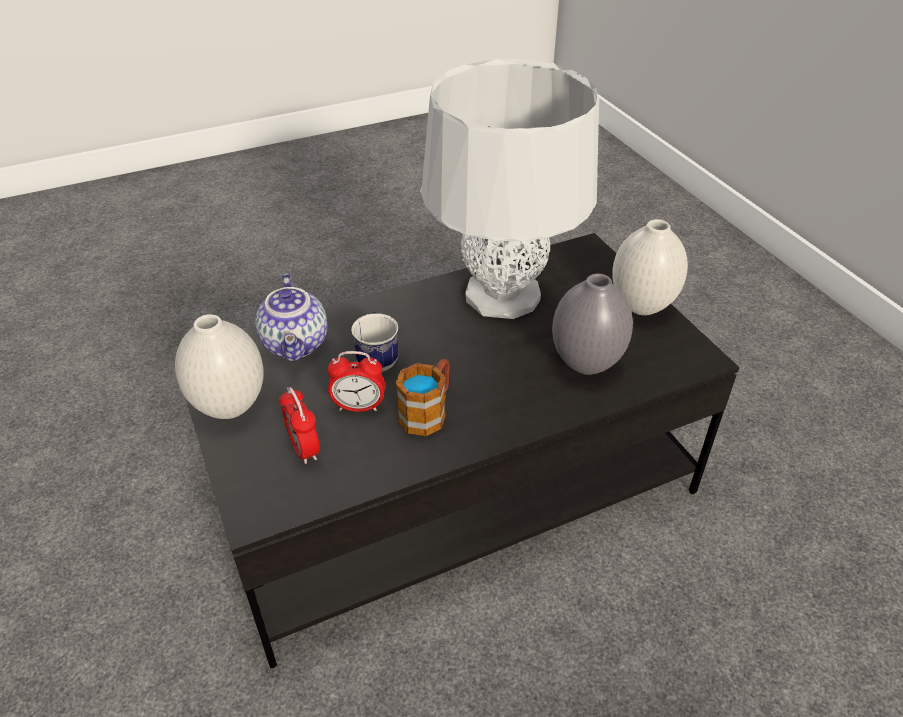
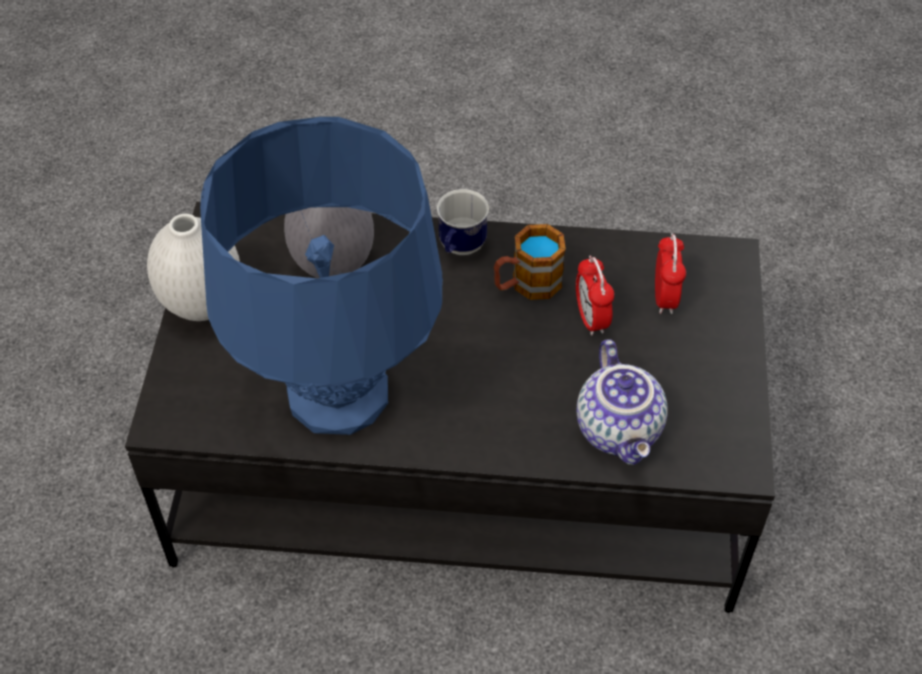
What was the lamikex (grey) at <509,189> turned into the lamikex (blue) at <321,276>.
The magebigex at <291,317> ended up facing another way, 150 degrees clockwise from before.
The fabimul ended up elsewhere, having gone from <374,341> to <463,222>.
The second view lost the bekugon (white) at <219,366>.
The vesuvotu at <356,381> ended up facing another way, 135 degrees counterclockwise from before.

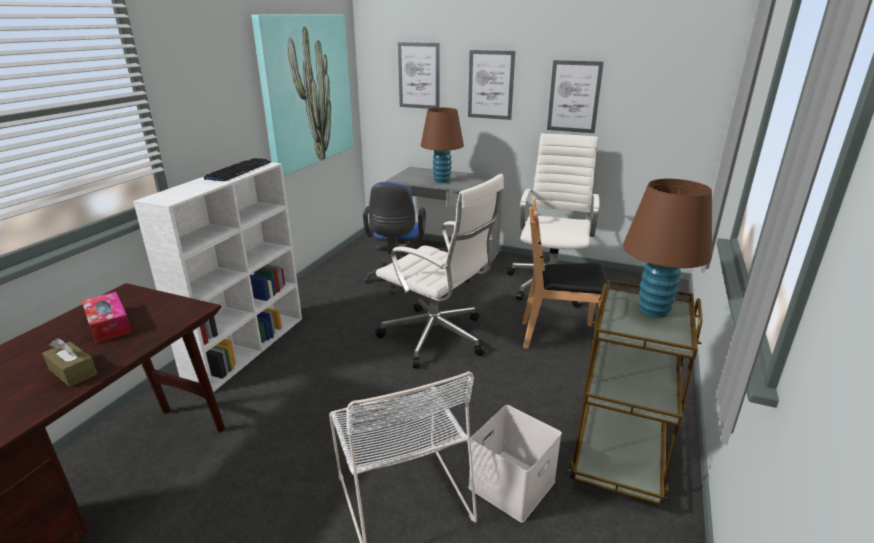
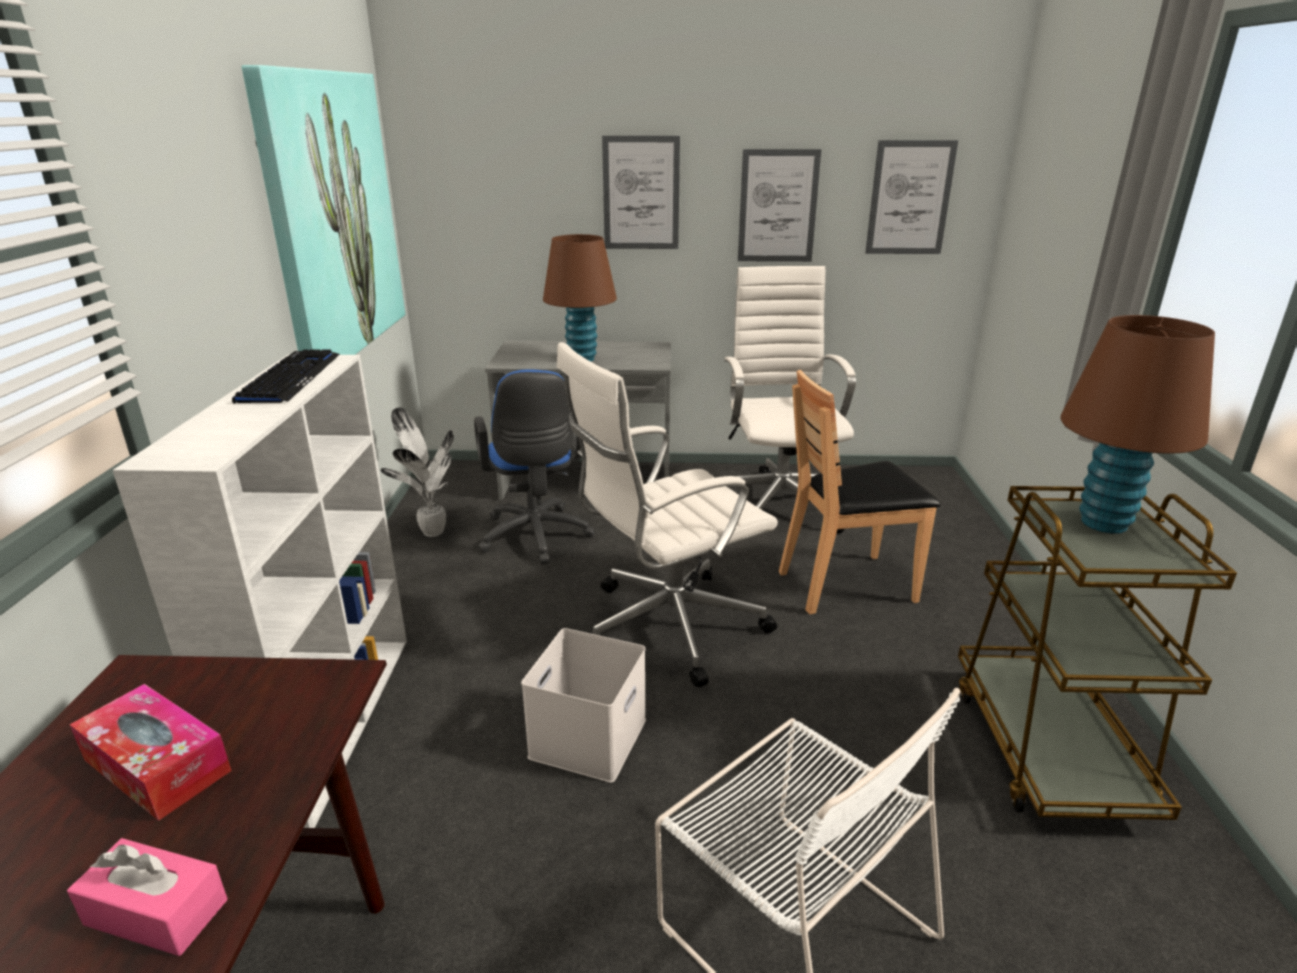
The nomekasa ended up elsewhere, having gone from <419,75> to <911,197>.
The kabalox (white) at <439,271> ended up facing another way, 135 degrees clockwise from before.
What was the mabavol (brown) at <69,362> turned into the mabavol (pink) at <147,897>.
The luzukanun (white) ended up elsewhere, having gone from <515,464> to <583,705>.
The second view gained the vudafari at <417,472>.

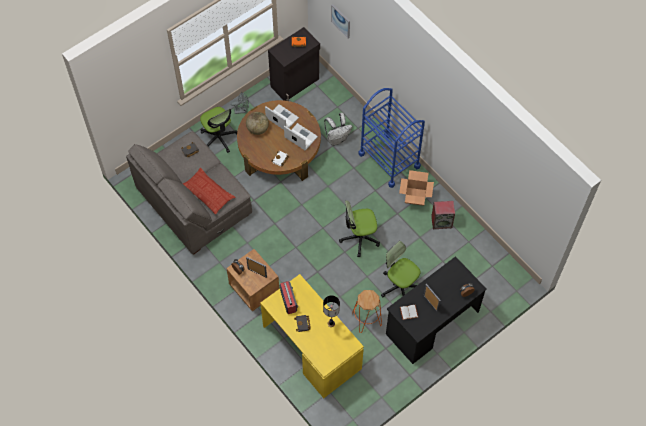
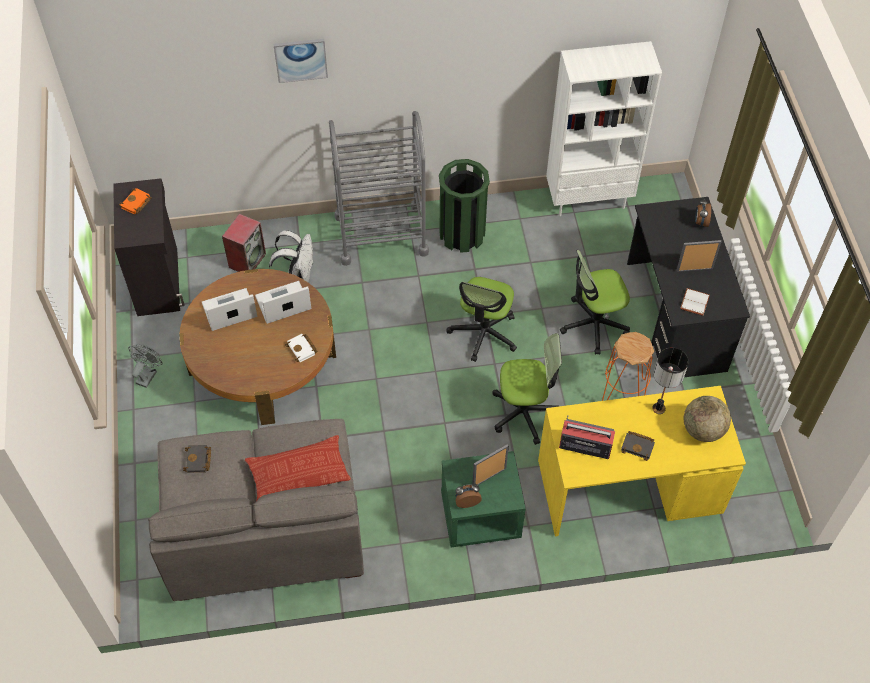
The nomekasa ended up elsewhere, having gone from <340,21> to <300,61>.
What was the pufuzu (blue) at <391,138> turned into the pufuzu (grey) at <379,188>.
The kabalox ended up elsewhere, having gone from <218,130> to <527,389>.
The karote ended up elsewhere, having gone from <257,123> to <707,419>.
Where the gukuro stood at <416,188>, the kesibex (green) came to stand at <464,206>.
The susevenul ended up elsewhere, having gone from <443,215> to <244,243>.
What was the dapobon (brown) at <252,280> turned into the dapobon (green) at <483,499>.
The second view gained the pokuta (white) at <604,128>.

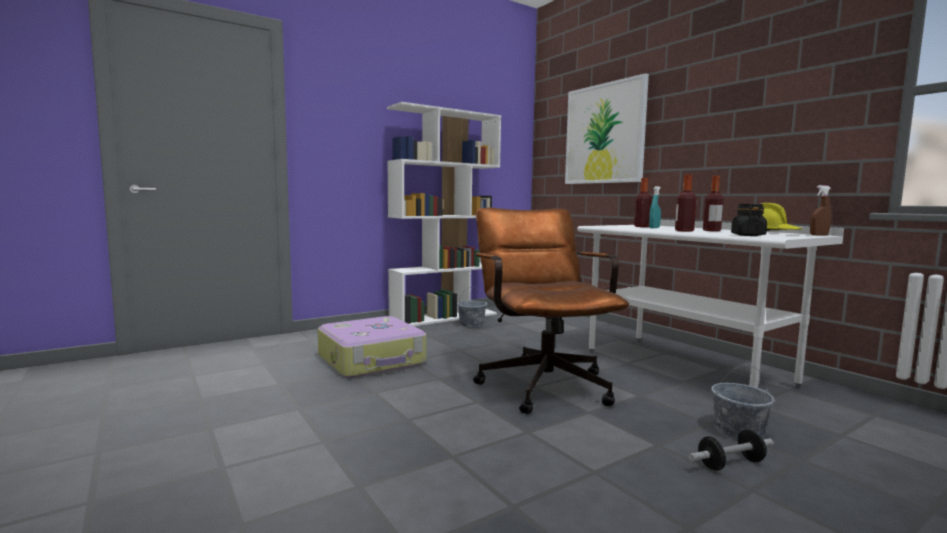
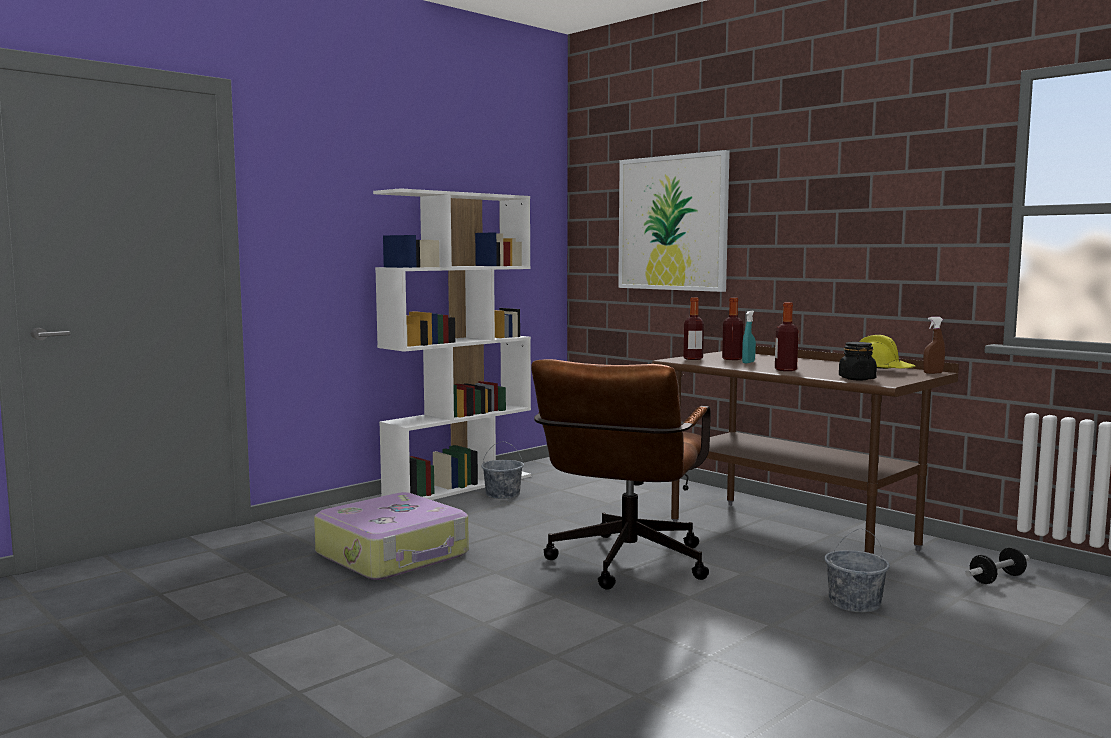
The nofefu ended up elsewhere, having gone from <713,203> to <694,328>.
The kabalox (brown) at <551,311> ended up facing another way, 135 degrees counterclockwise from before.
What was the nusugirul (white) at <710,304> turned into the nusugirul (brown) at <805,450>.
The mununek ended up elsewhere, having gone from <731,450> to <997,565>.

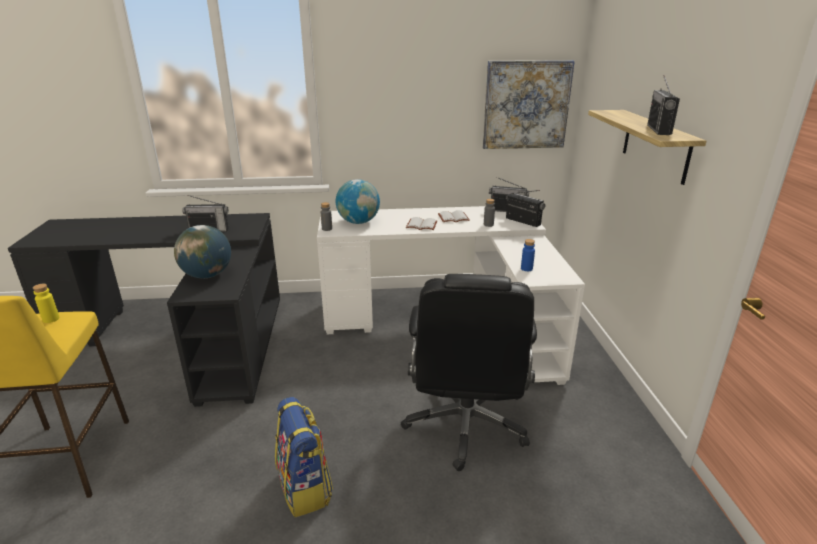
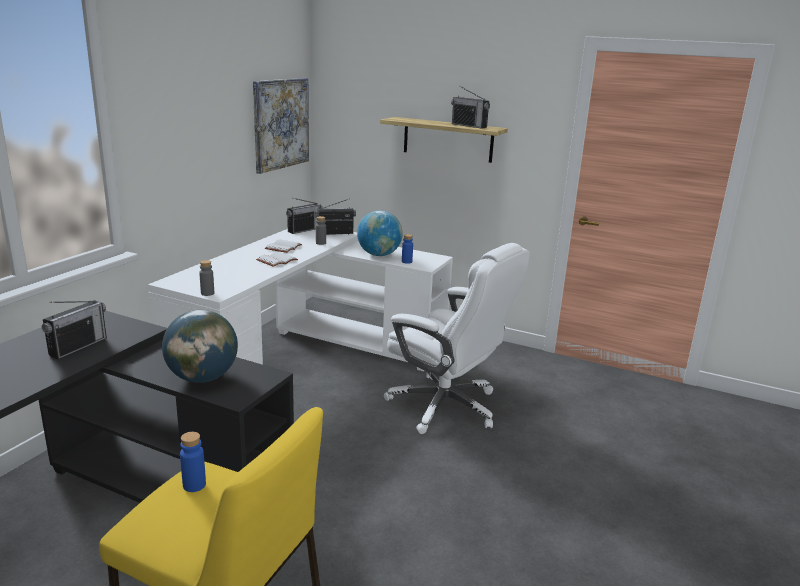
The karote ended up elsewhere, having gone from <358,201> to <380,233>.
What was the kabalox (black) at <469,372> turned into the kabalox (white) at <457,338>.
What was the nofefu (yellow) at <46,303> turned into the nofefu (blue) at <193,462>.
The second view lost the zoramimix at <304,457>.

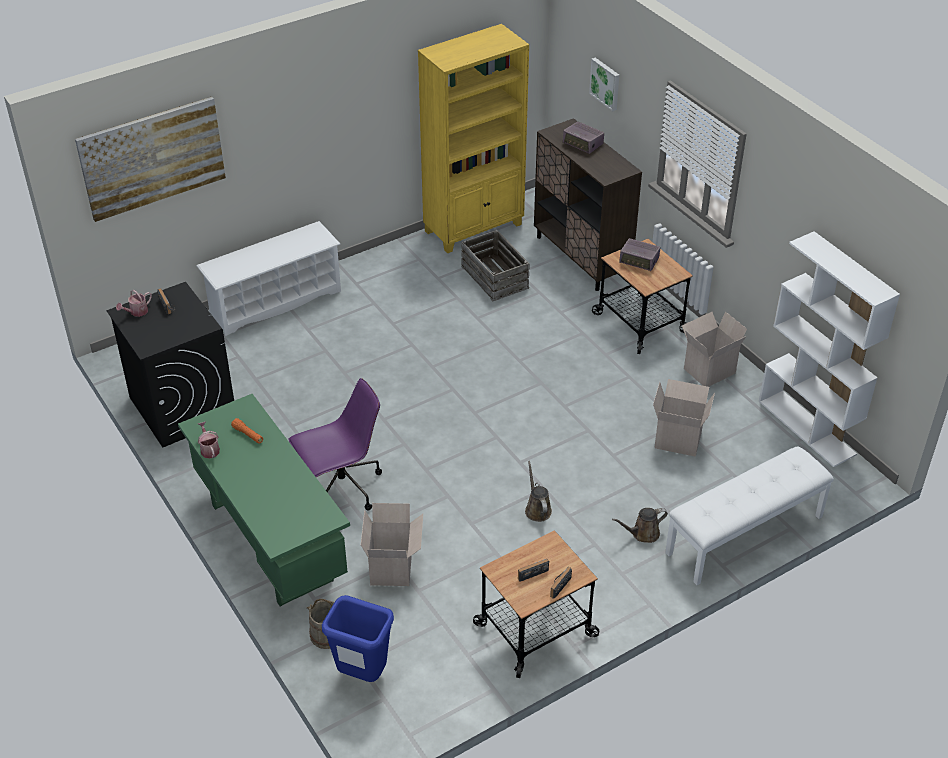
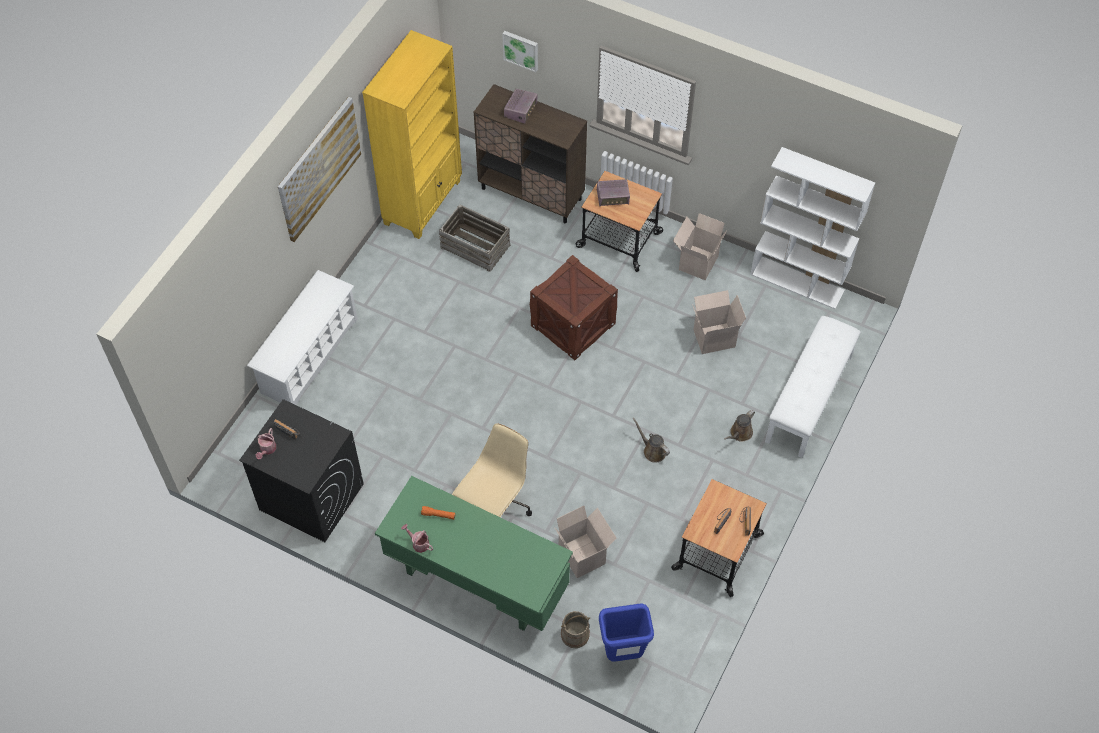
The nomekasa ended up elsewhere, having gone from <150,159> to <319,169>.
The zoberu at <583,138> ended up facing another way, 75 degrees counterclockwise from before.
What was the kabalox (purple) at <335,444> turned into the kabalox (beige) at <492,470>.
The second view gained the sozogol at <574,307>.

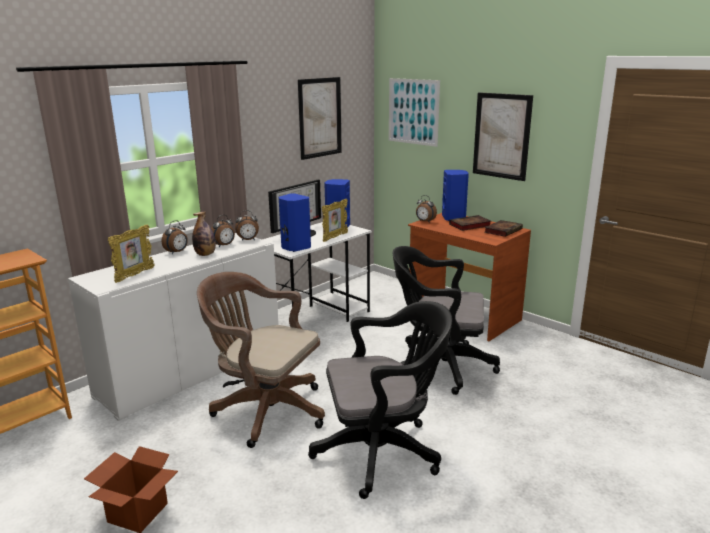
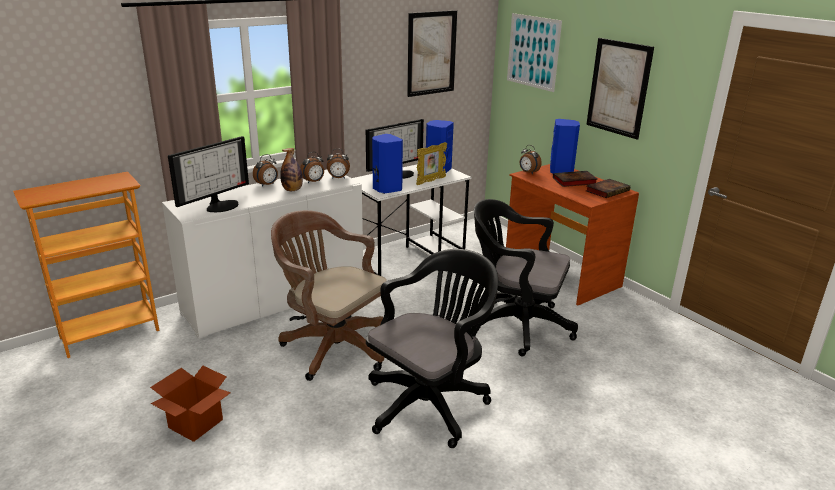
Where the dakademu stood at <131,253>, the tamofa came to stand at <208,174>.
The kabalox (black) at <380,400> ended up facing another way, 45 degrees counterclockwise from before.

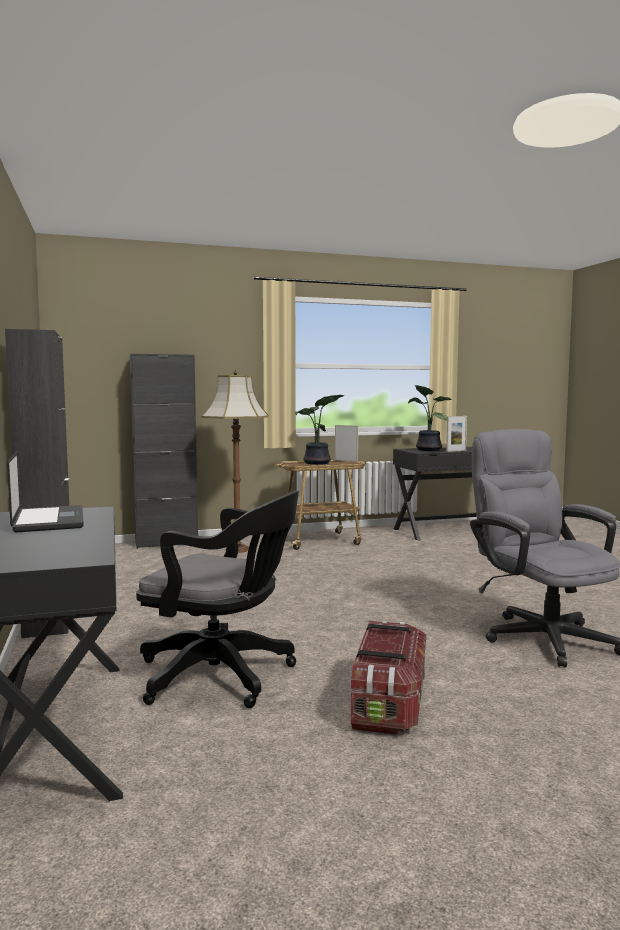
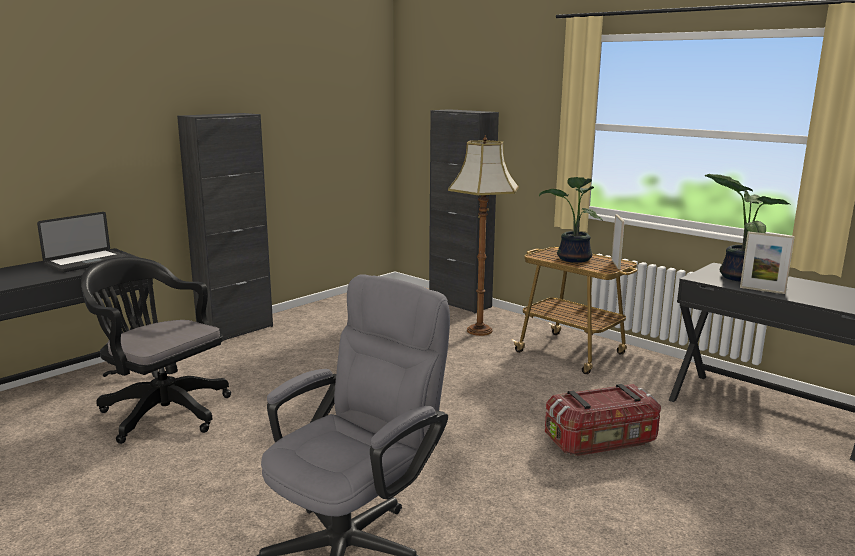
The kabalox (black) at <217,599> ended up facing another way, 135 degrees clockwise from before.
The luzukanun ended up elsewhere, having gone from <388,678> to <603,420>.

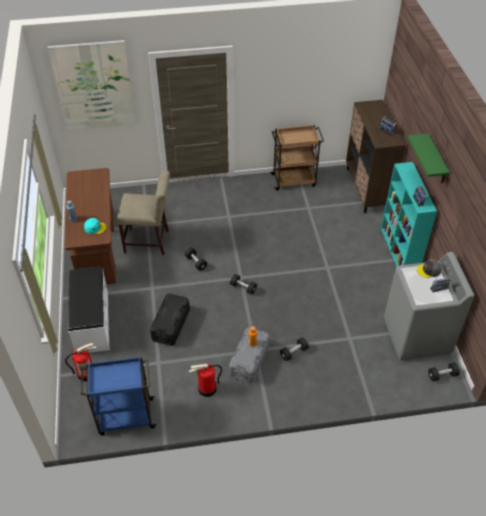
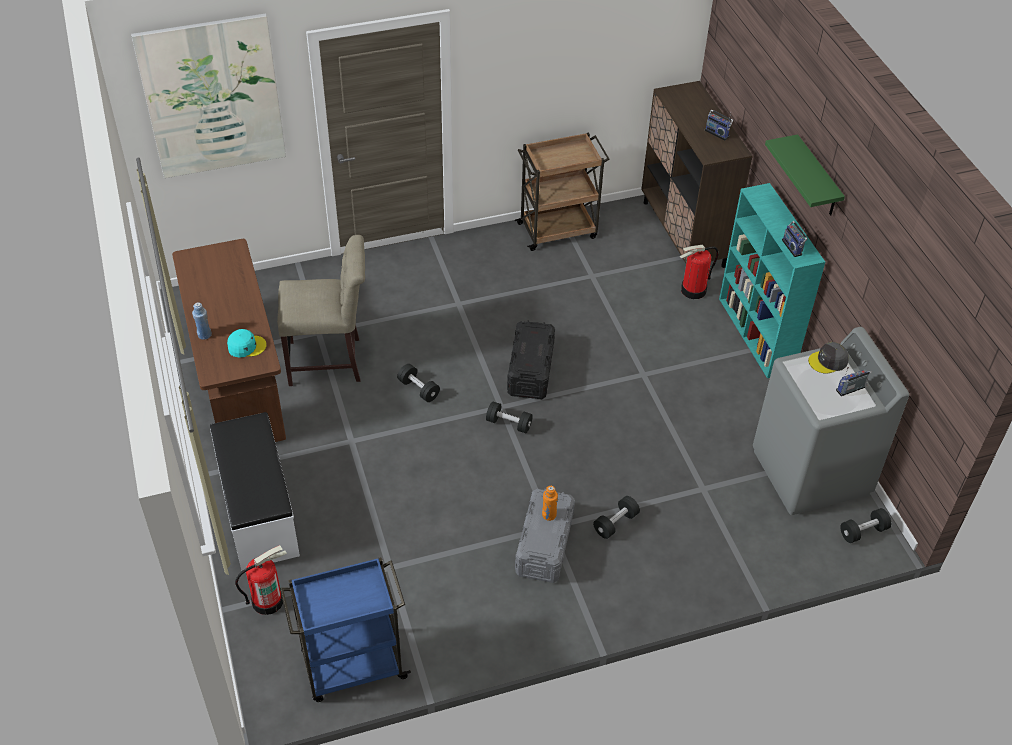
The luzukanun (black) ended up elsewhere, having gone from <170,320> to <531,360>.
The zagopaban ended up elsewhere, having gone from <205,380> to <699,272>.

